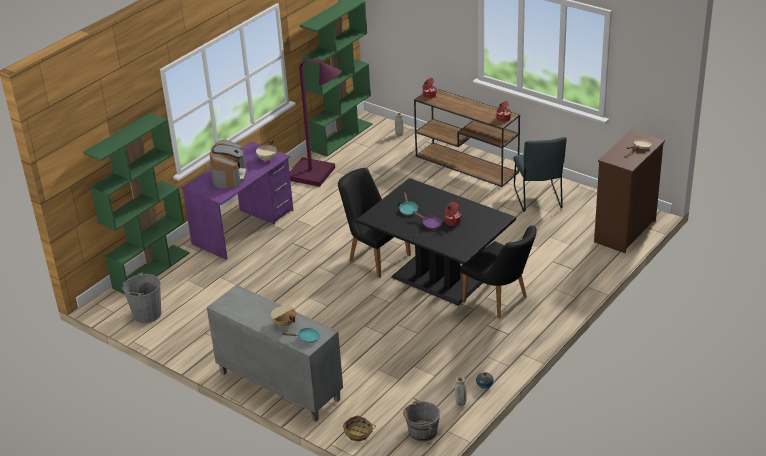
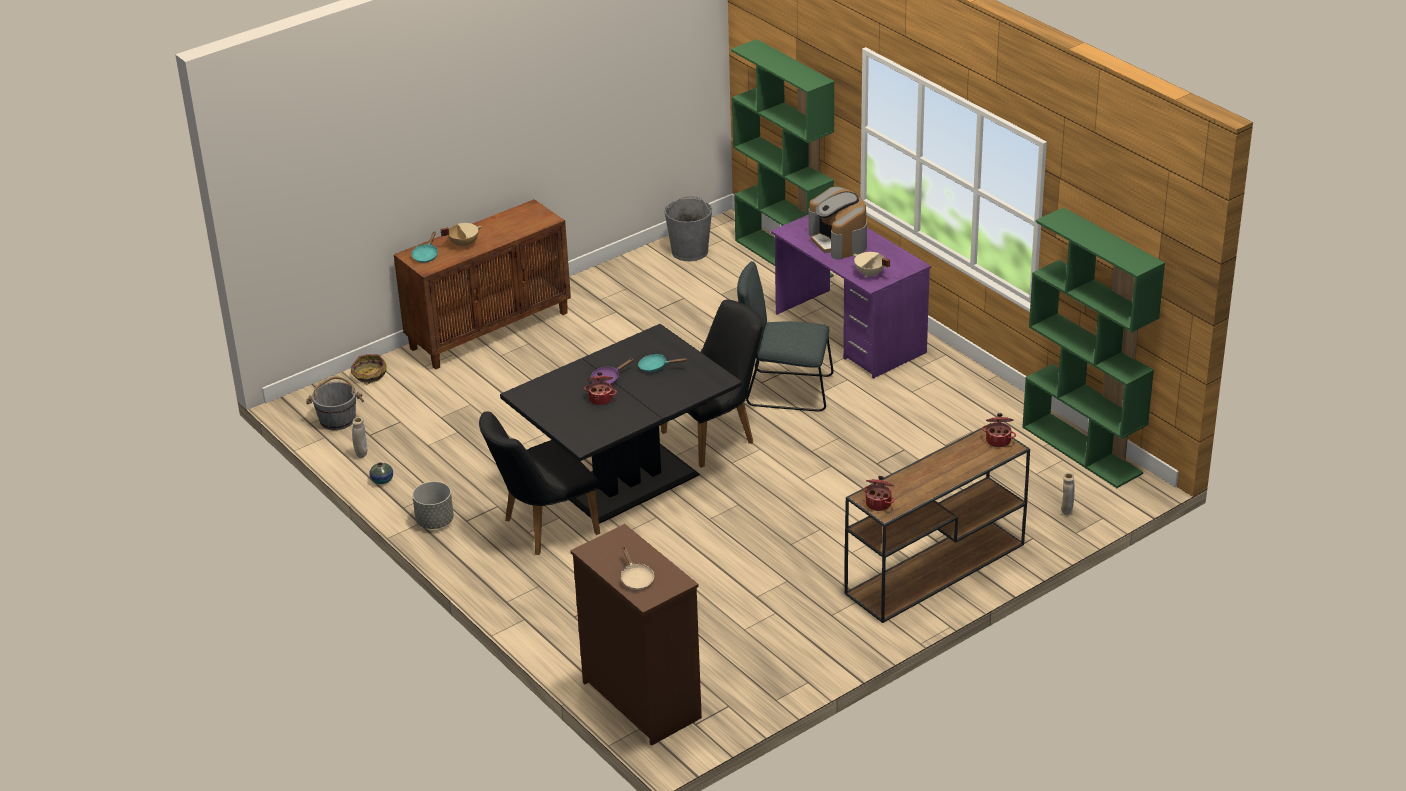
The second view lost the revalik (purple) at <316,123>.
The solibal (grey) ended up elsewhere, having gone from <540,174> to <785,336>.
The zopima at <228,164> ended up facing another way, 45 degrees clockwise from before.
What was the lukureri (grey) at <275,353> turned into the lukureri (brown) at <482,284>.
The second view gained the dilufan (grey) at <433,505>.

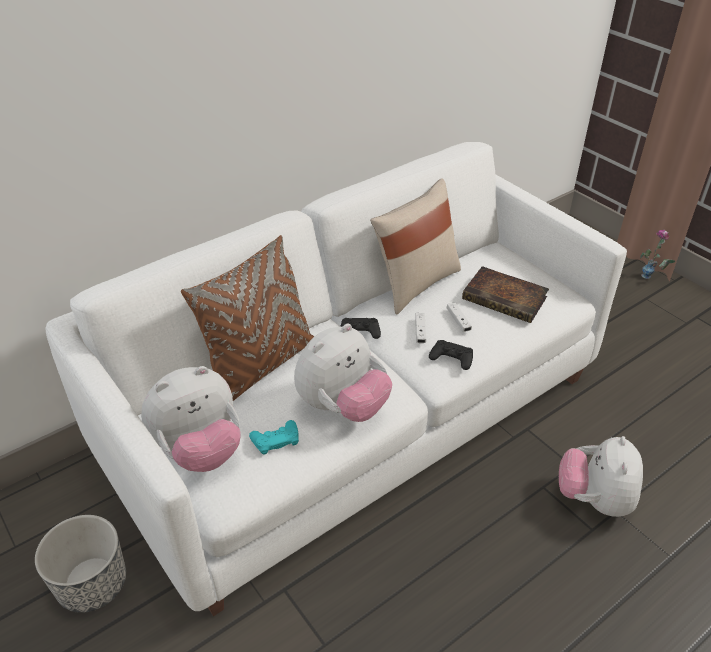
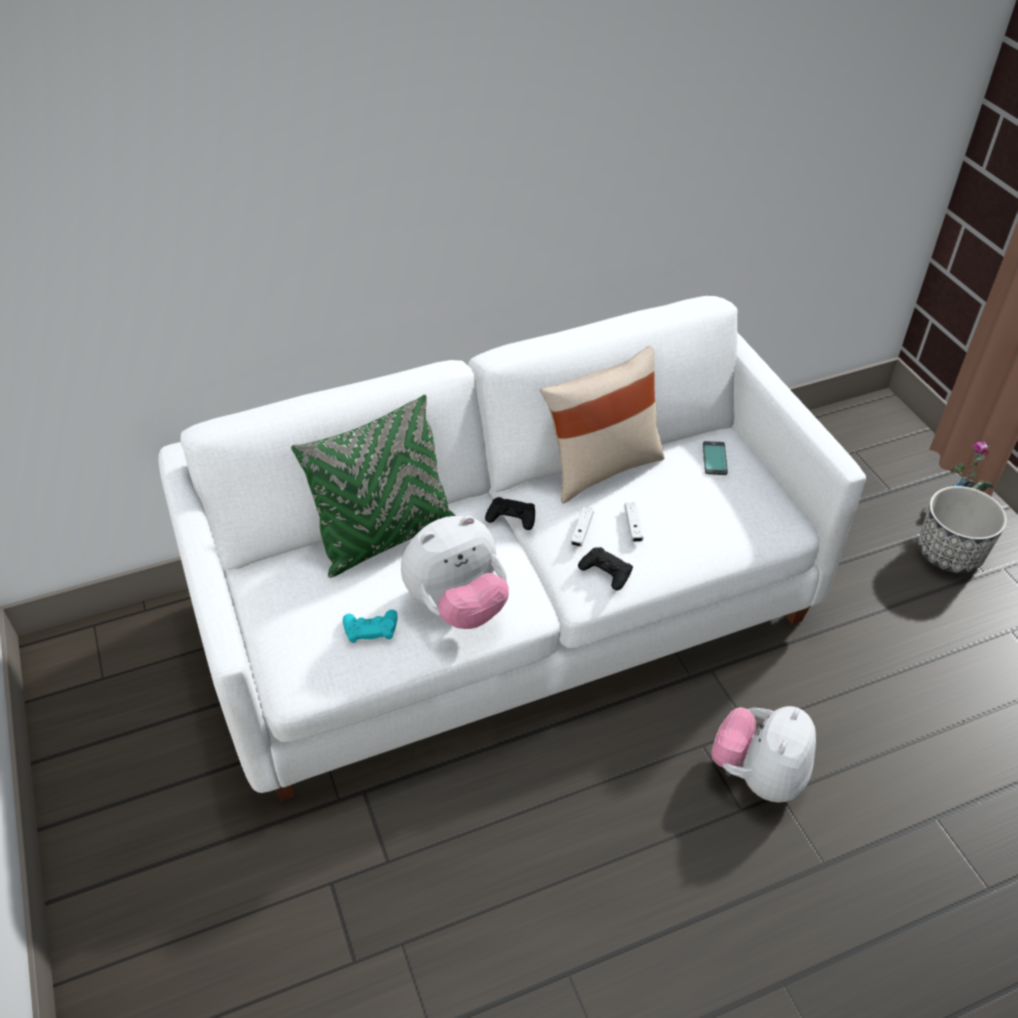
What was the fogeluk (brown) at <247,318> turned into the fogeluk (green) at <373,486>.
The second view lost the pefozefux at <505,294>.
The second view lost the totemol at <191,419>.
The dilufan ended up elsewhere, having gone from <80,564> to <962,529>.
The second view gained the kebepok at <715,458>.

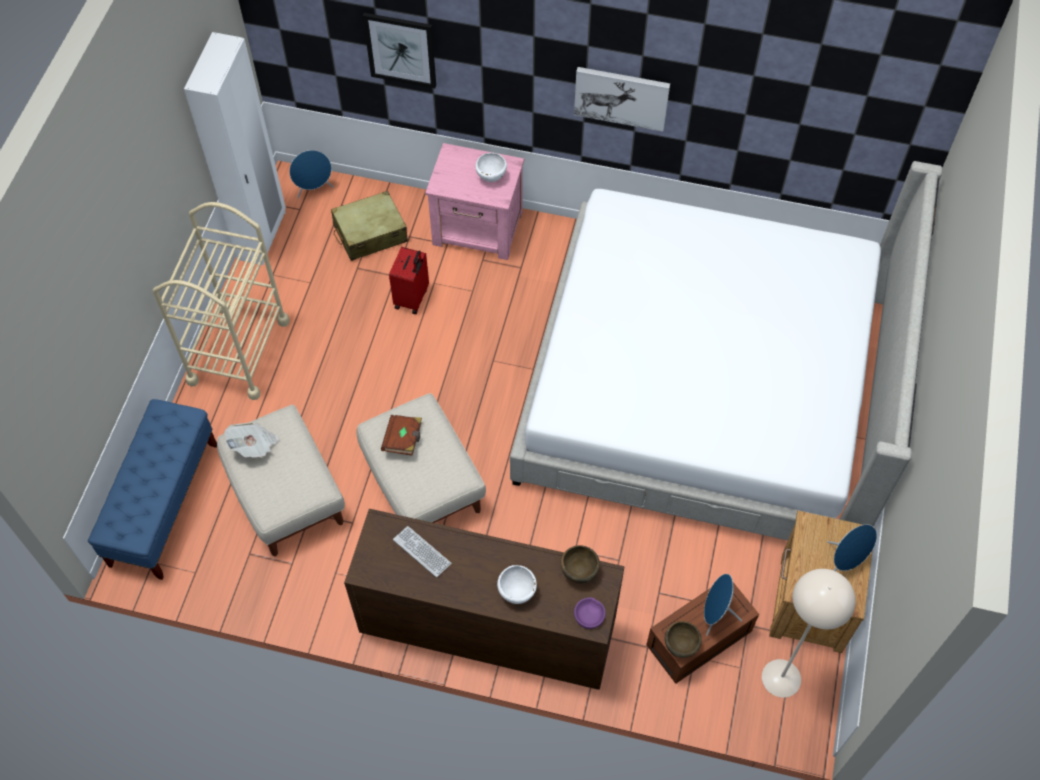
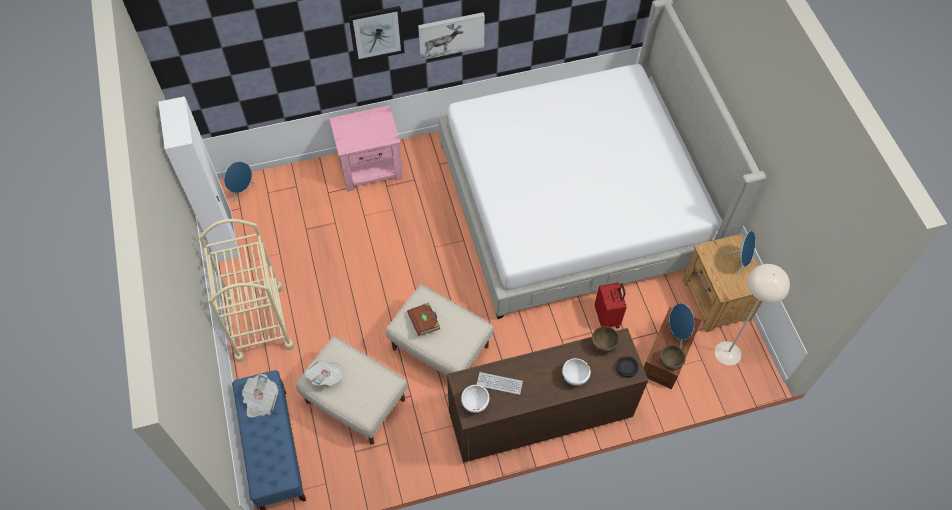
The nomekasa ended up elsewhere, having gone from <399,50> to <376,34>.
The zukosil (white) ended up elsewhere, having gone from <491,167> to <475,399>.
The second view lost the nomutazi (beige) at <369,226>.
The nomutazi (red) ended up elsewhere, having gone from <409,280> to <611,305>.
What was the zukosil (purple) at <590,613> turned into the zukosil (black) at <627,367>.
The second view gained the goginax at <260,395>.

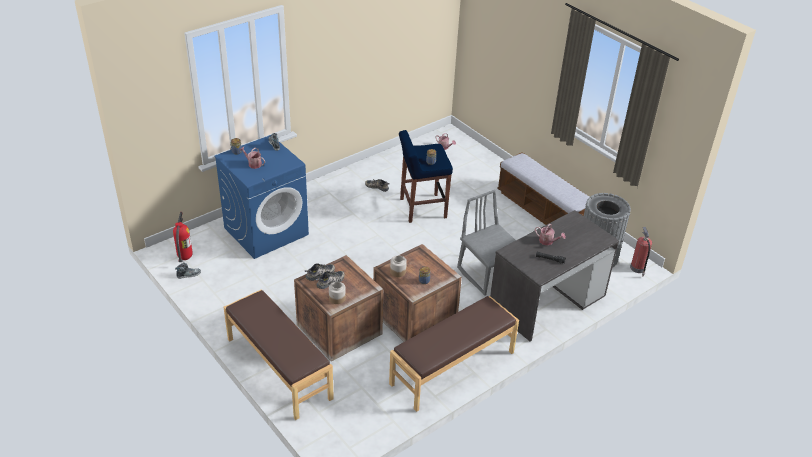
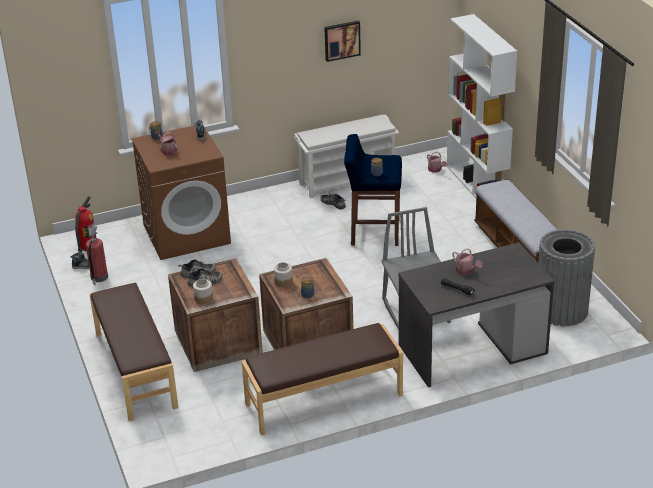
What was the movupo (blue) at <261,197> turned into the movupo (brown) at <181,192>.
The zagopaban ended up elsewhere, having gone from <641,251> to <97,255>.
The second view gained the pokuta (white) at <482,106>.
The second view gained the nomekasa at <342,41>.
The second view gained the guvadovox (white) at <346,156>.

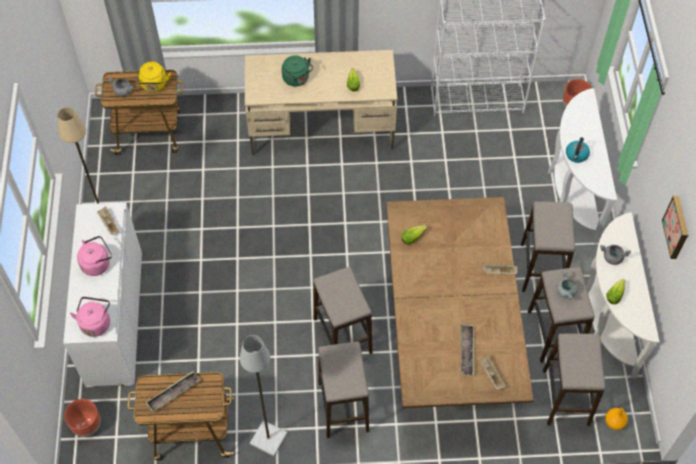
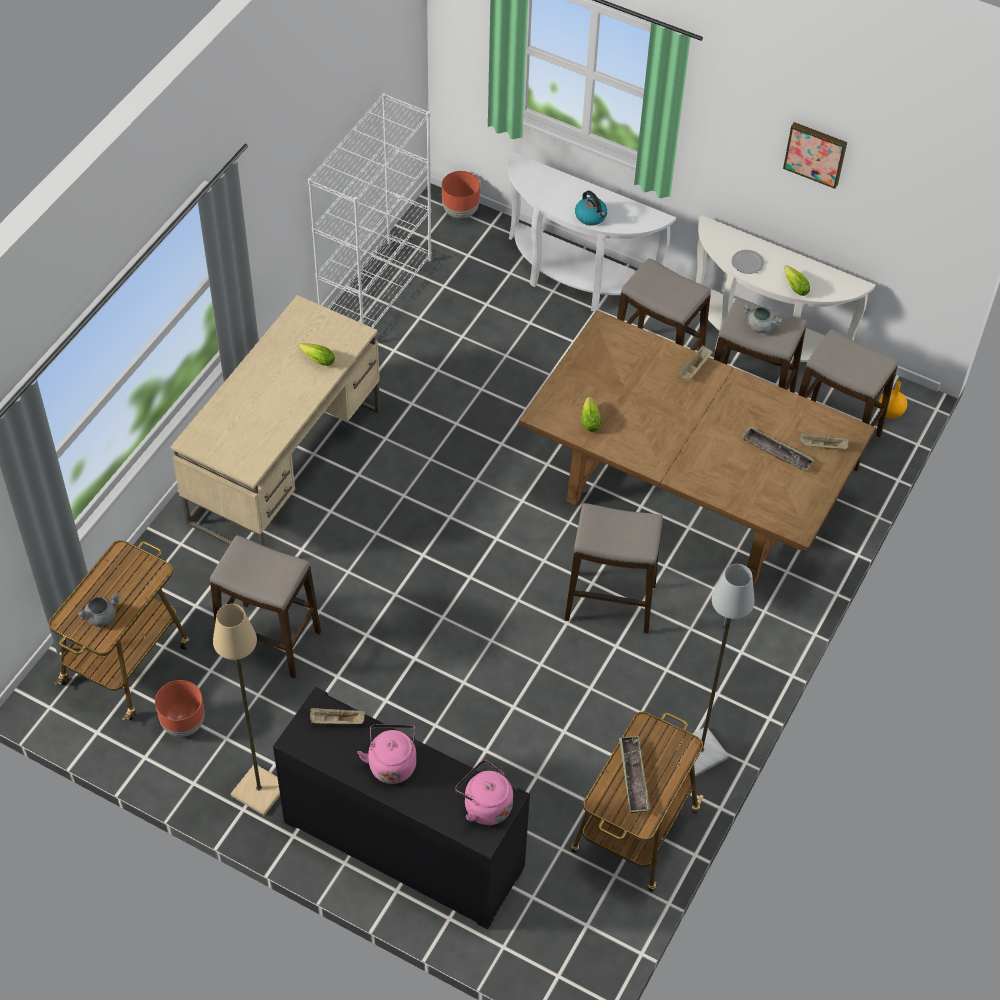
The second view lost the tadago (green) at <297,71>.
The second view lost the tadago (yellow) at <154,77>.
What was the lukureri (white) at <102,295> turned into the lukureri (black) at <401,808>.
Where the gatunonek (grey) stood at <615,255>, the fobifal came to stand at <748,262>.
The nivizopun ended up elsewhere, having gone from <343,390> to <265,606>.
The dilufan (brown) ended up elsewhere, having gone from <82,418> to <180,708>.

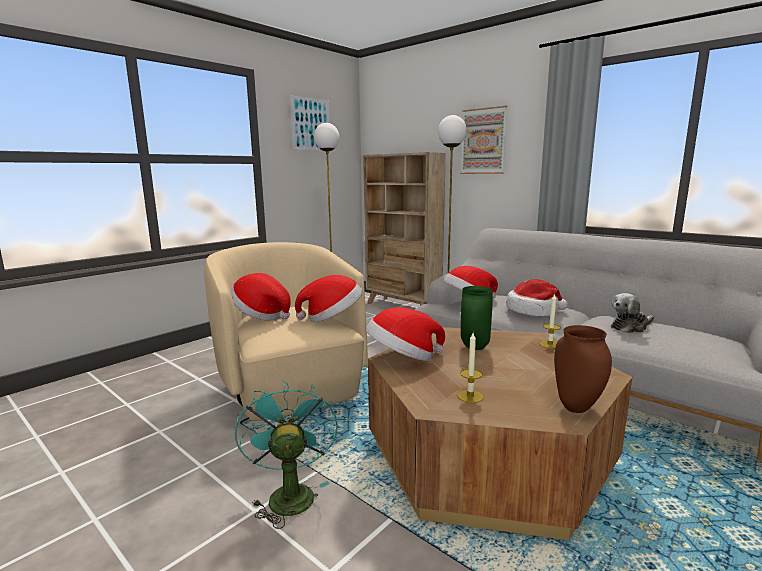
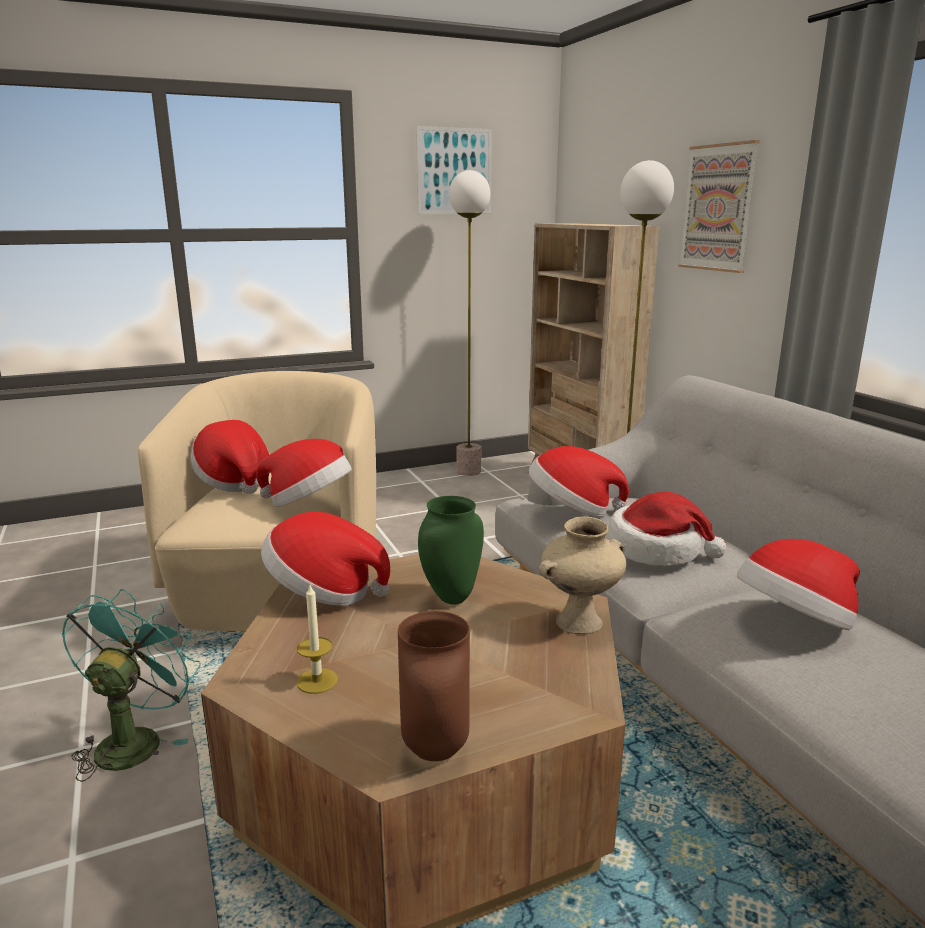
Where the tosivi stood at <550,321>, the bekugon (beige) came to stand at <582,575>.
Where the totemol stood at <632,313>, the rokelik came to stand at <798,584>.

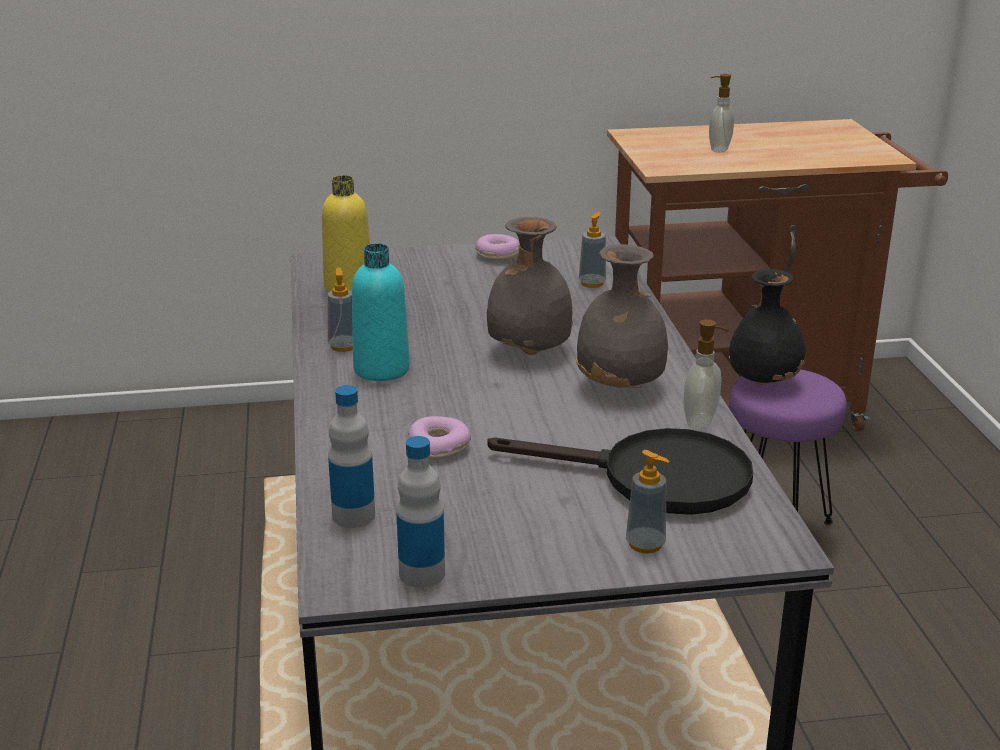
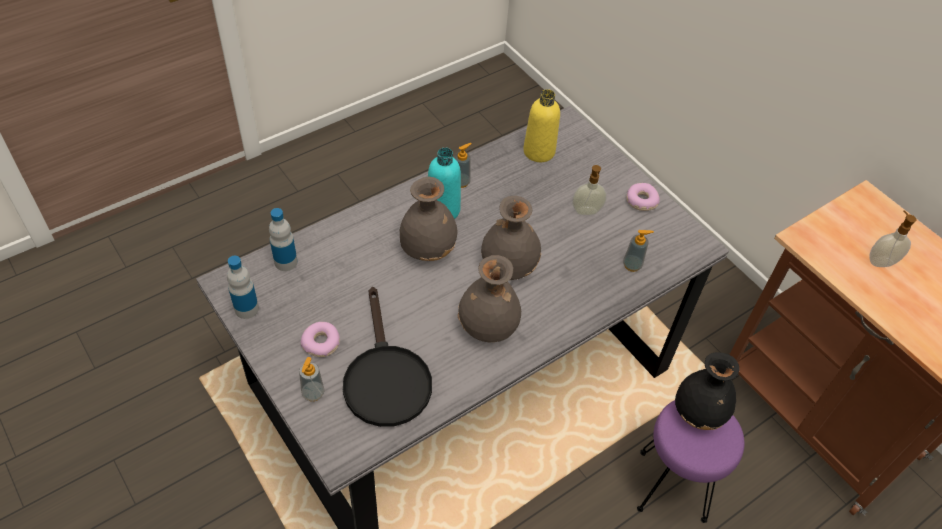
The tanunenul ended up elsewhere, having gone from <706,374> to <589,190>.
The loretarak ended up elsewhere, having gone from <439,438> to <320,339>.
The second view gained the bekugon (grey) at <429,219>.

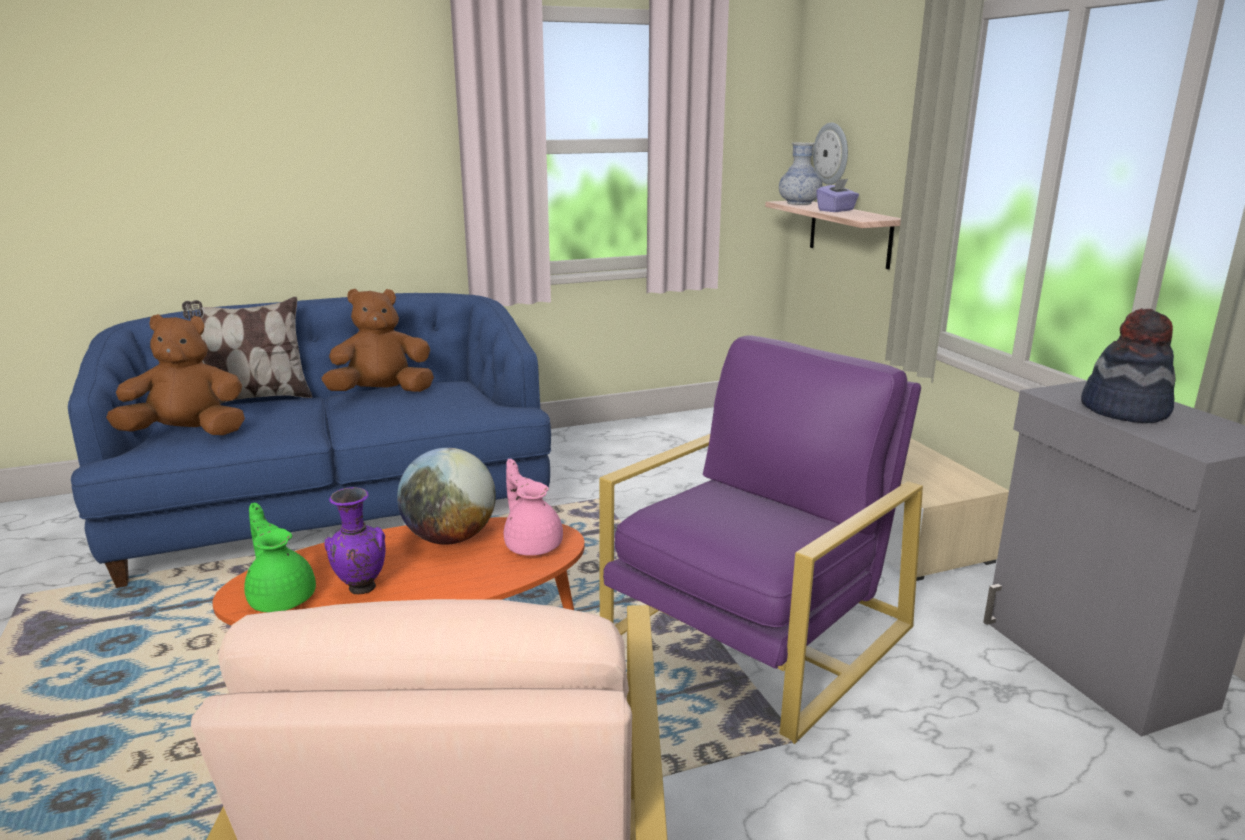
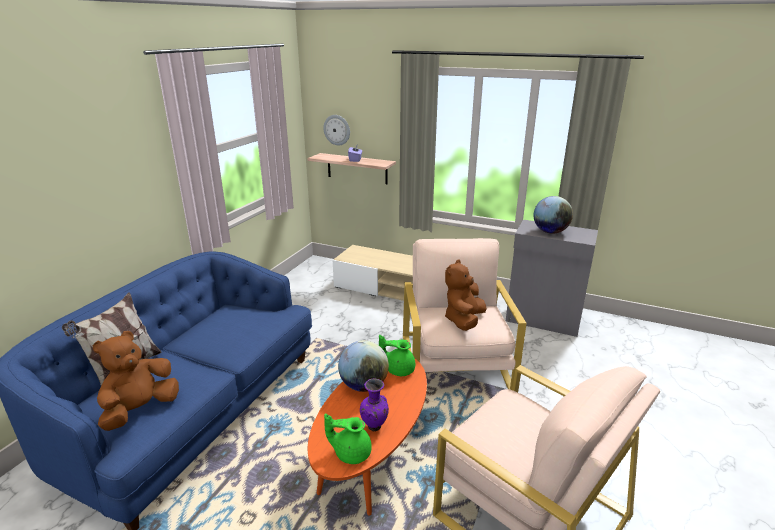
The second view lost the bekugon at <801,174>.
The totemol (brown) ended up elsewhere, having gone from <378,340> to <466,295>.
Where the rokelik stood at <1128,365>, the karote came to stand at <553,215>.
What was the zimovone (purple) at <761,539> turned into the zimovone (beige) at <465,314>.
What was the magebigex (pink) at <533,507> turned into the magebigex (green) at <397,355>.

